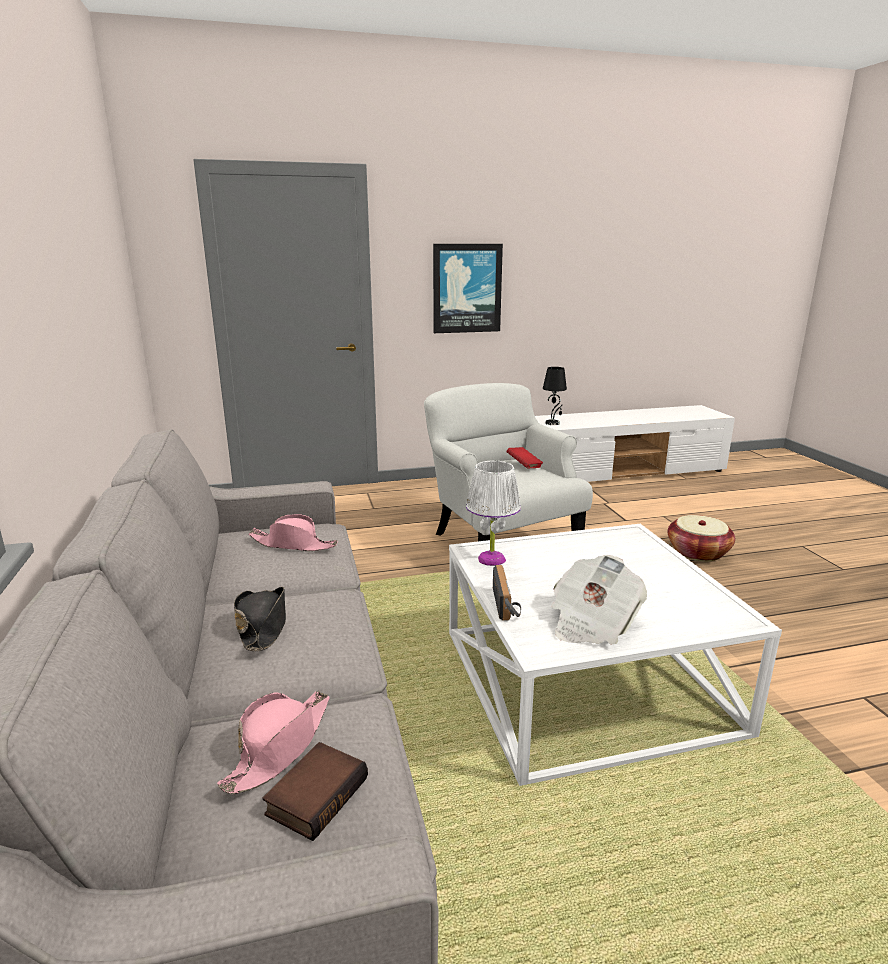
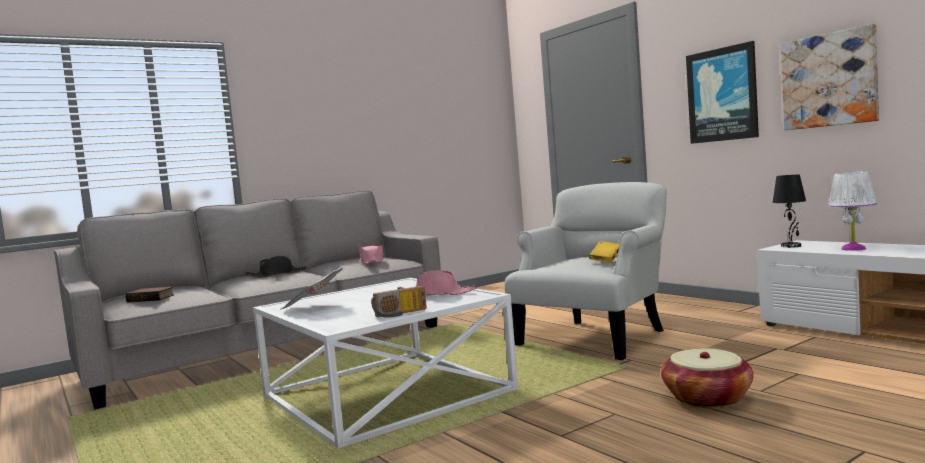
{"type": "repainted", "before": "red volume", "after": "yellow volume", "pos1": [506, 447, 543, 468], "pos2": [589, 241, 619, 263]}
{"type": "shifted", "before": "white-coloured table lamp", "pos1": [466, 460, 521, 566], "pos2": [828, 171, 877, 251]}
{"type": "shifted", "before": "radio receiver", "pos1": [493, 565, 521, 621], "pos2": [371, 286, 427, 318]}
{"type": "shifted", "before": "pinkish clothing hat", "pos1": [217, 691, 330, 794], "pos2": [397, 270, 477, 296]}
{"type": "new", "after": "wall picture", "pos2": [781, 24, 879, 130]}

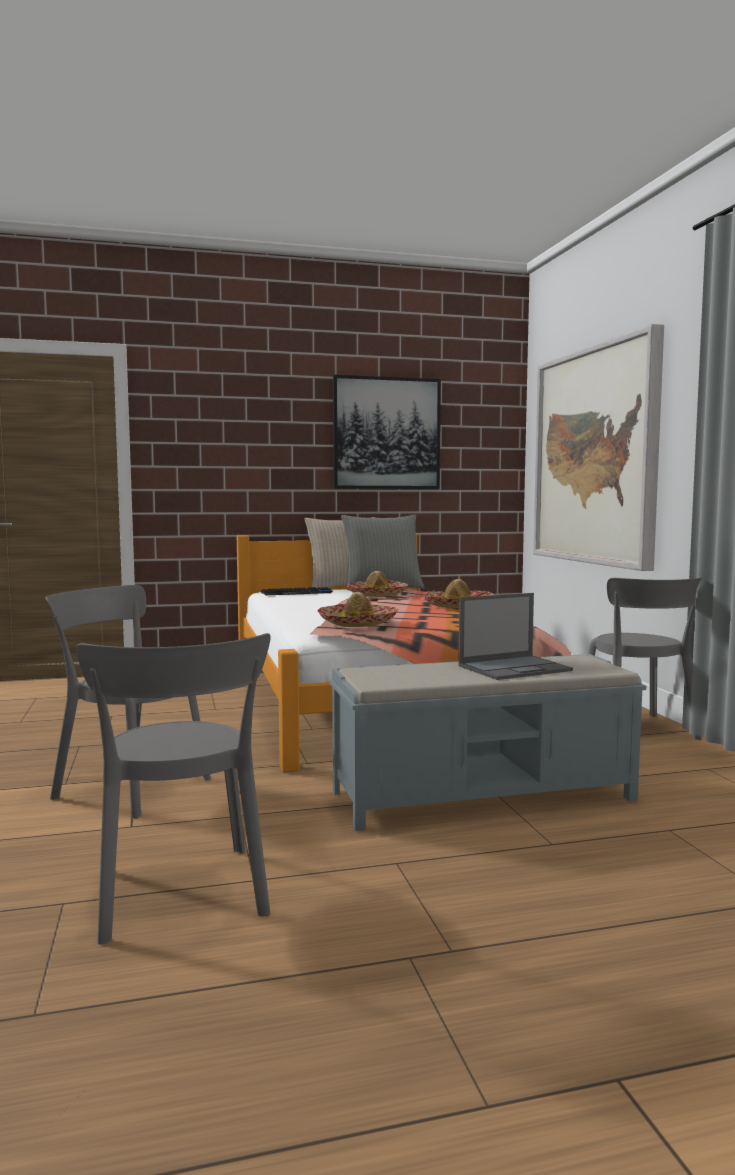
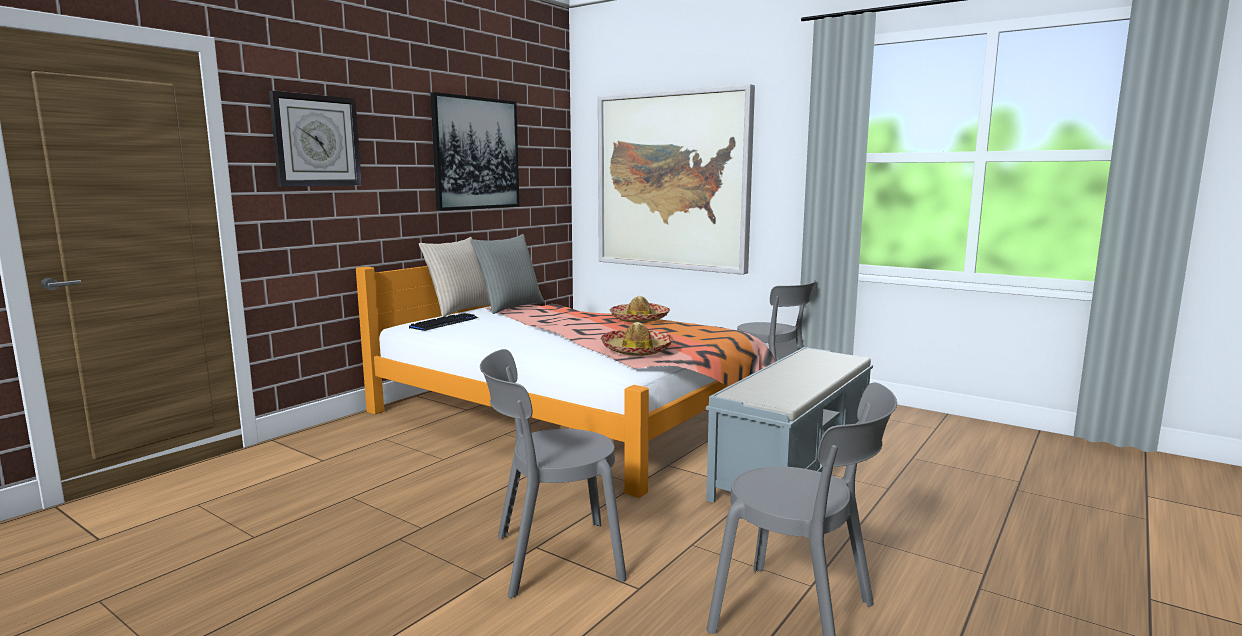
{"type": "gone", "before": "clothing hat", "pos1": [346, 571, 408, 597]}
{"type": "gone", "before": "laptop", "pos1": [458, 593, 573, 680]}
{"type": "new", "after": "clock on the wall", "pos2": [269, 90, 362, 187]}

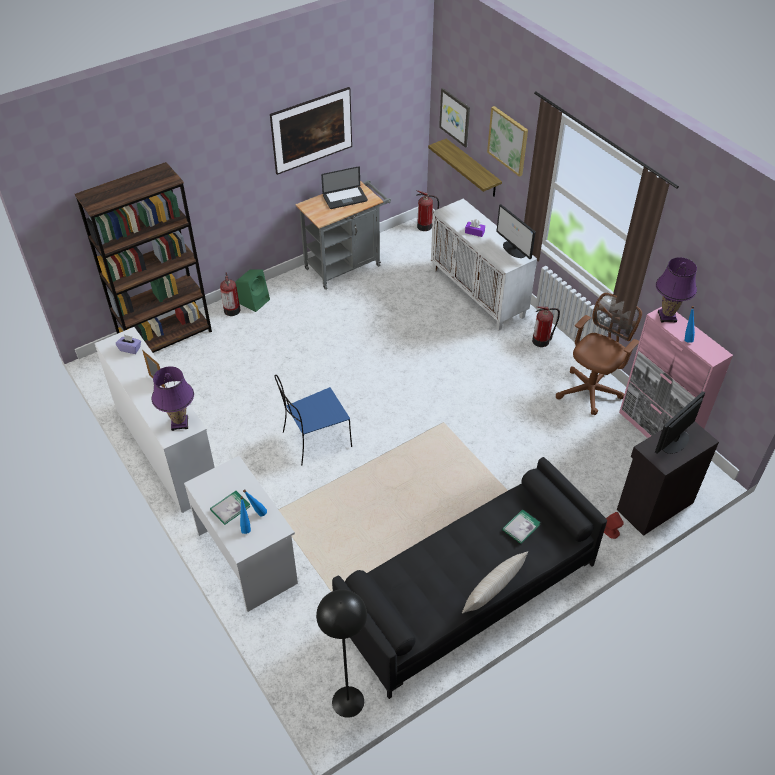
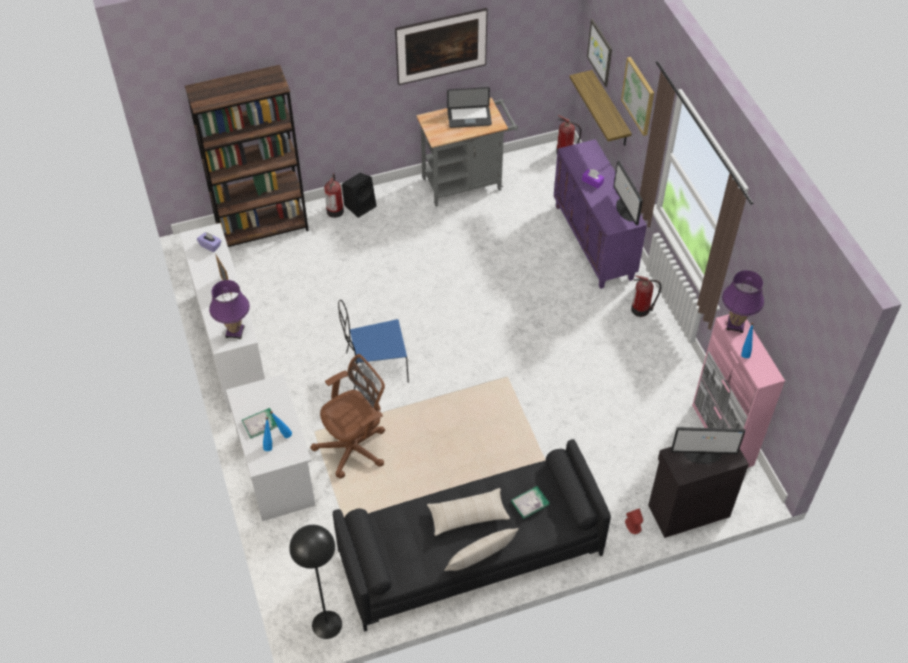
{"type": "repainted", "before": "white-coloured cabinet", "after": "purplish cabinet", "pos1": [431, 198, 537, 331], "pos2": [554, 139, 647, 289]}
{"type": "repainted", "before": "green speaker", "after": "blackish speaker", "pos1": [235, 269, 270, 312], "pos2": [342, 173, 376, 218]}
{"type": "shifted", "before": "brown desk chair", "pos1": [556, 293, 642, 415], "pos2": [310, 354, 385, 479]}
{"type": "rotated", "before": "computer display", "pos1": [655, 391, 705, 454], "pos2": [671, 427, 745, 464], "turn": -150}
{"type": "new", "after": "beige-coloured pillow", "pos2": [427, 488, 510, 536]}

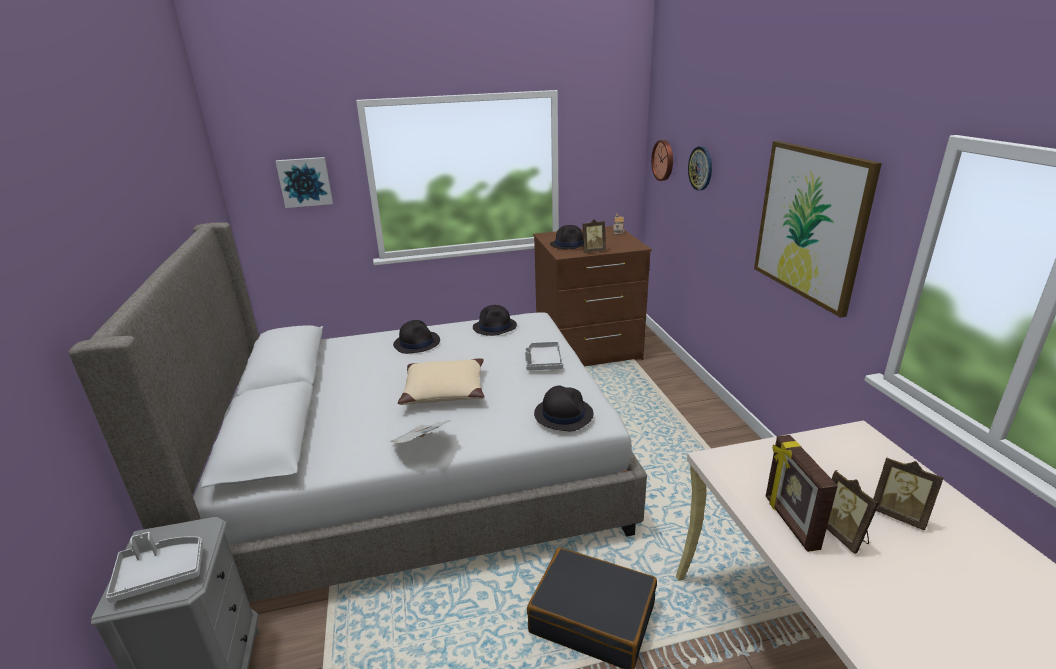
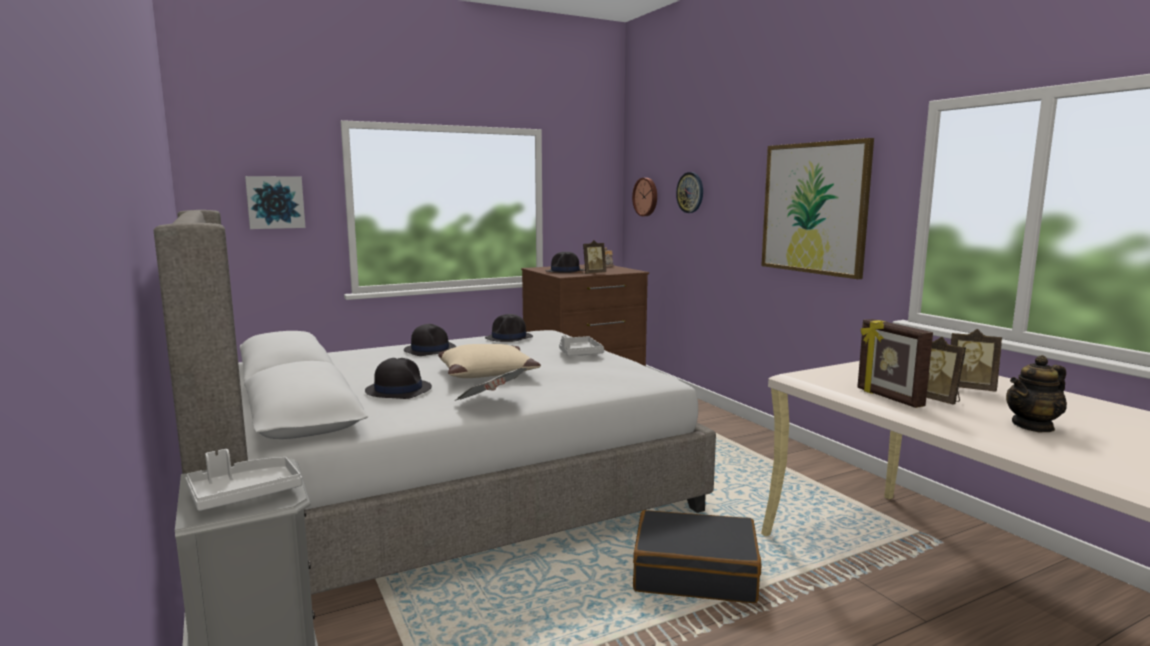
{"type": "shifted", "before": "blackish clothing hat", "pos1": [534, 386, 594, 431], "pos2": [365, 358, 432, 399]}
{"type": "new", "after": "pot for tea", "pos2": [1006, 355, 1067, 432]}

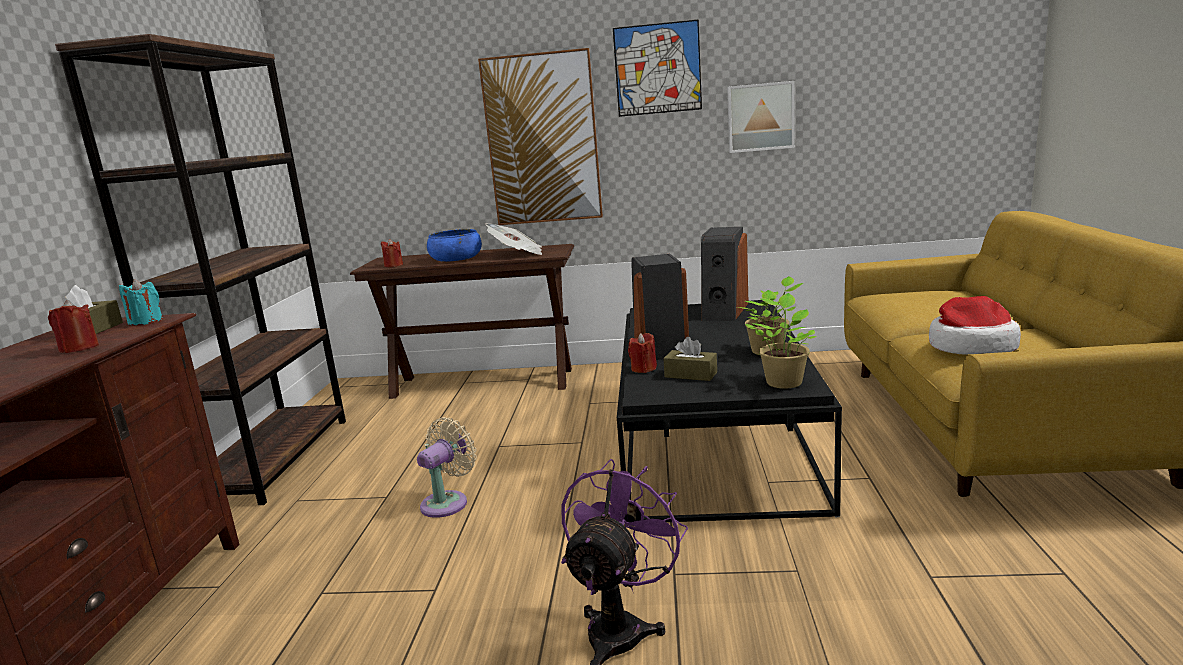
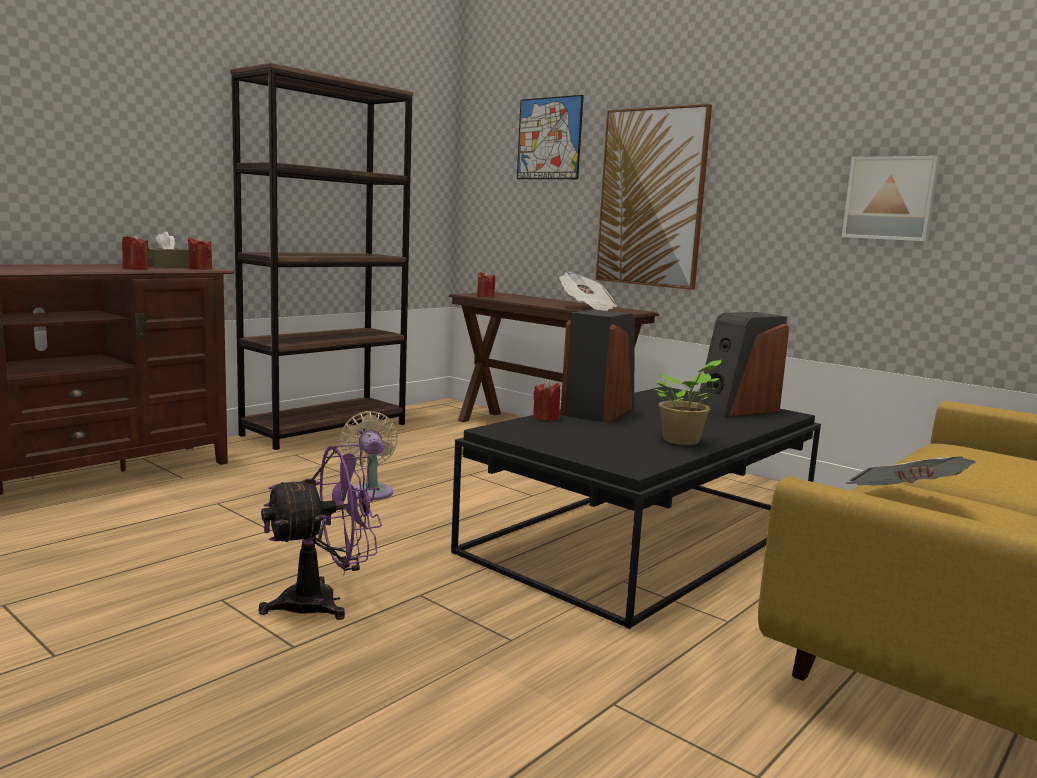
{"type": "shifted", "before": "wall picture", "pos1": [613, 19, 702, 117], "pos2": [517, 95, 584, 179]}
{"type": "gone", "before": "blue-coloured bowl", "pos1": [427, 229, 482, 262]}
{"type": "repainted", "before": "blue-green wax candle", "after": "red wax candle", "pos1": [119, 279, 163, 325], "pos2": [188, 235, 212, 269]}
{"type": "gone", "before": "houseplant", "pos1": [745, 293, 817, 389]}
{"type": "swapped", "before": "clothing hat", "after": "daily paper", "pos1": [929, 296, 1021, 355], "pos2": [846, 457, 976, 486]}
{"type": "gone", "before": "brown tissue holder", "pos1": [663, 337, 717, 381]}
{"type": "rotated", "before": "beige-coloured cooling fan", "pos1": [417, 417, 477, 518], "pos2": [340, 411, 398, 500], "turn": -90}

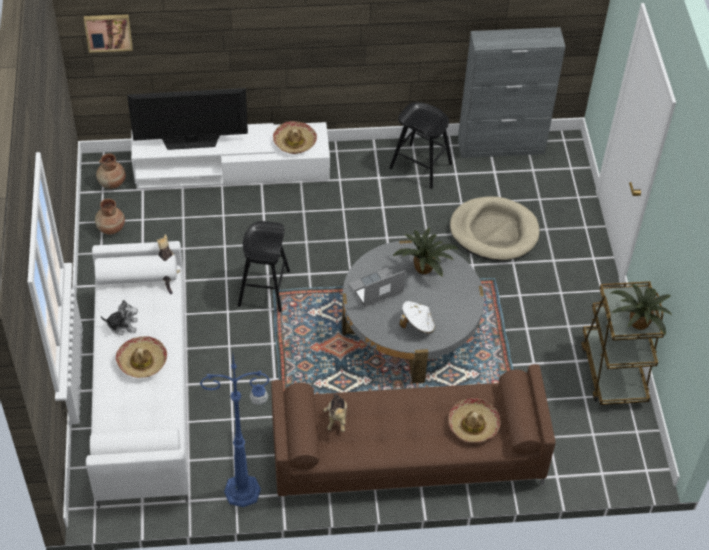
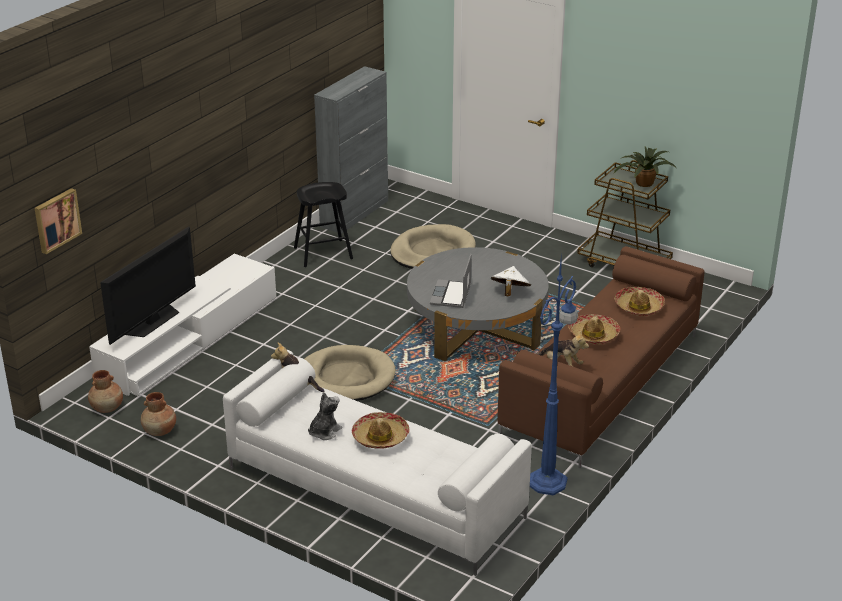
{"type": "shifted", "before": "clothing hat", "pos1": [273, 121, 317, 154], "pos2": [568, 314, 620, 344]}
{"type": "swapped", "before": "blackish stool seat", "after": "beige-coloured dog bed", "pos1": [238, 221, 290, 312], "pos2": [305, 345, 396, 401]}
{"type": "gone", "before": "houseplant", "pos1": [393, 228, 458, 277]}

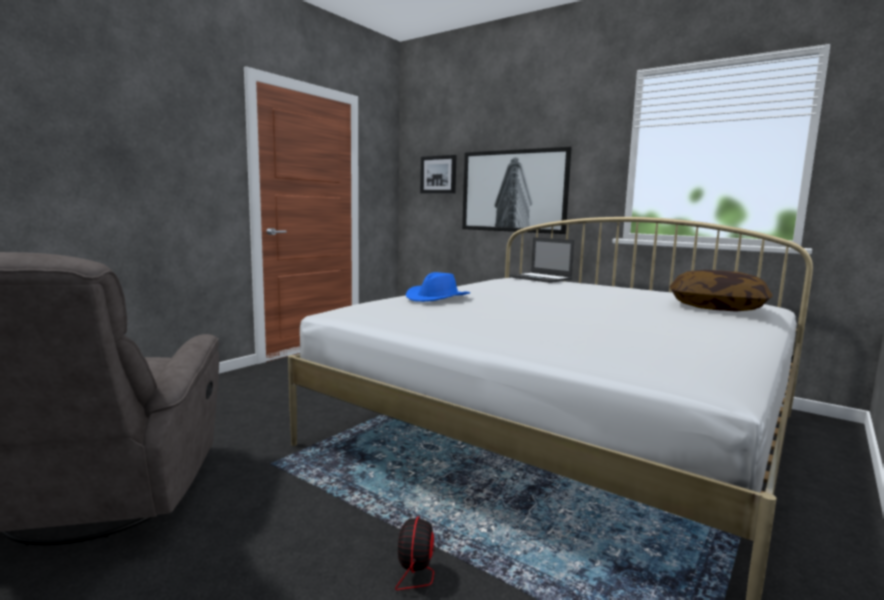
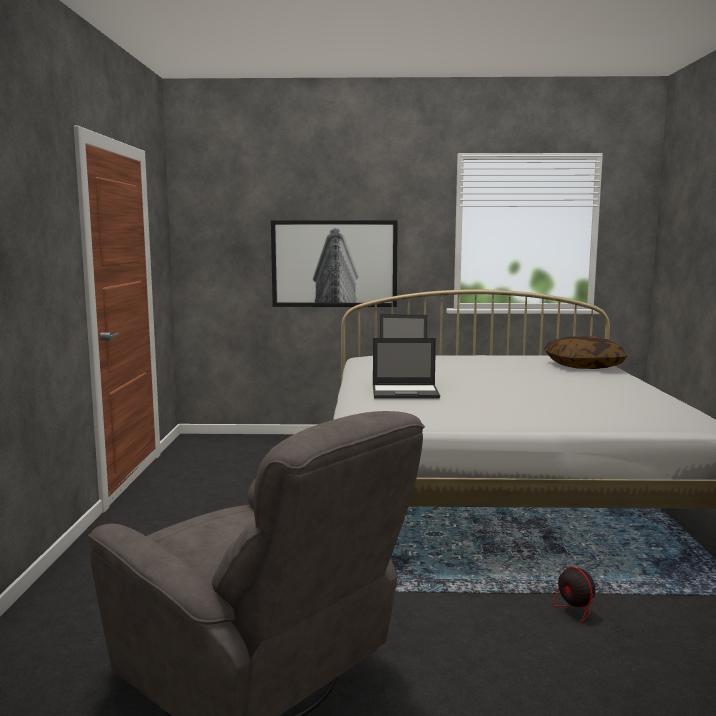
{"type": "gone", "before": "wall picture", "pos1": [420, 155, 456, 193]}
{"type": "swapped", "before": "blue-coloured clothing hat", "after": "laptop", "pos1": [406, 272, 470, 302], "pos2": [373, 338, 440, 399]}

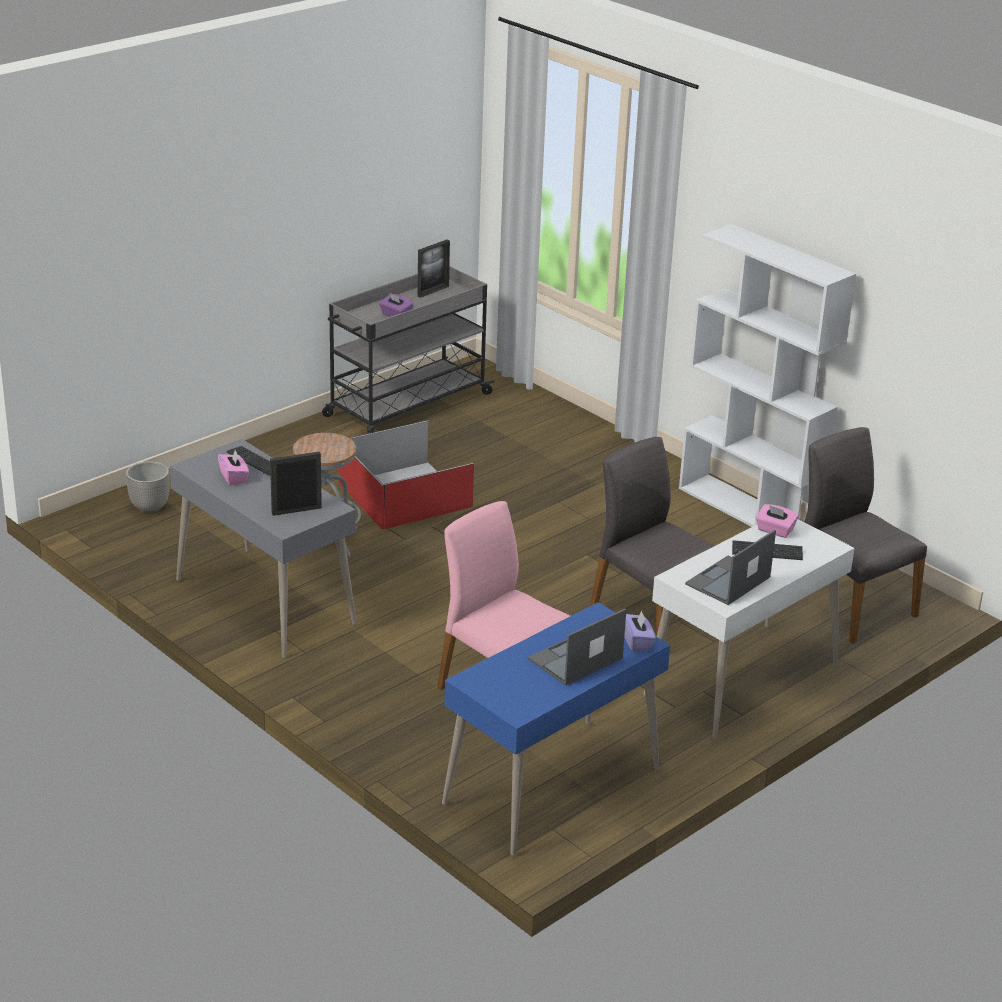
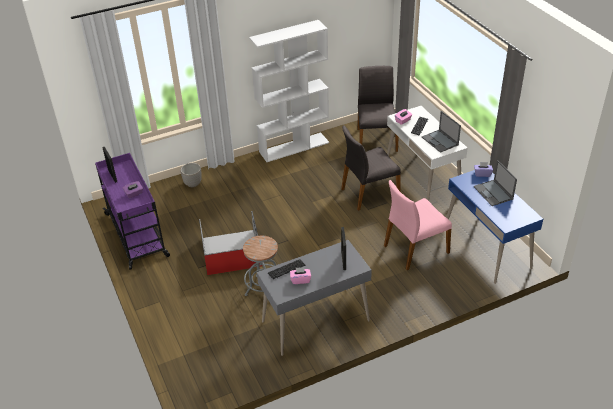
{"type": "repainted", "before": "greyish cart", "after": "purplish cart", "pos1": [322, 266, 495, 434], "pos2": [95, 153, 170, 270]}
{"type": "rotated", "before": "greyish upright chair", "pos1": [805, 427, 927, 644], "pos2": [357, 66, 398, 152], "turn": 105}
{"type": "shifted", "before": "flower pot", "pos1": [126, 461, 170, 513], "pos2": [180, 163, 202, 187]}

